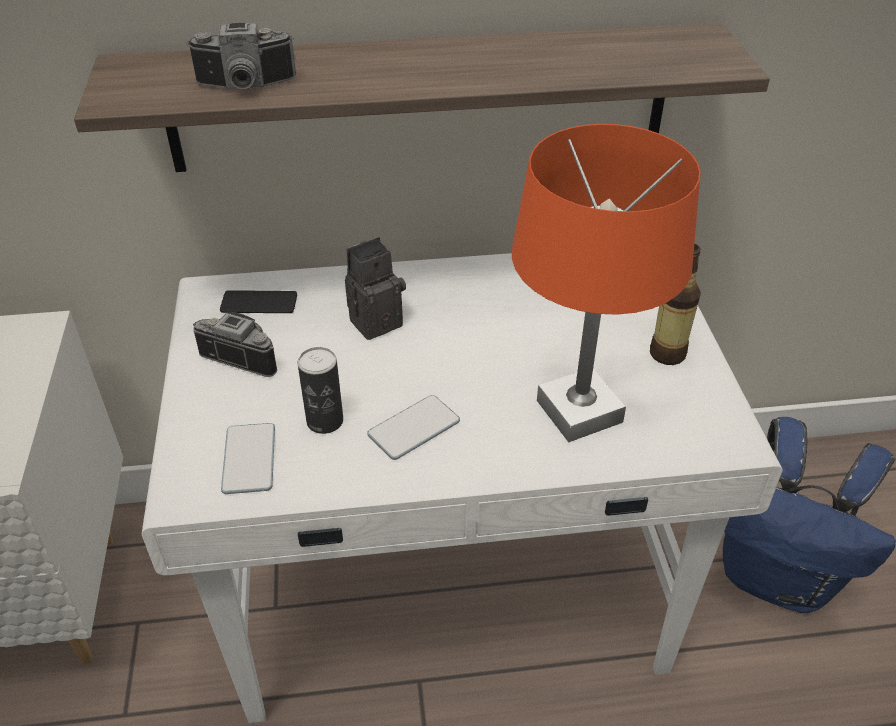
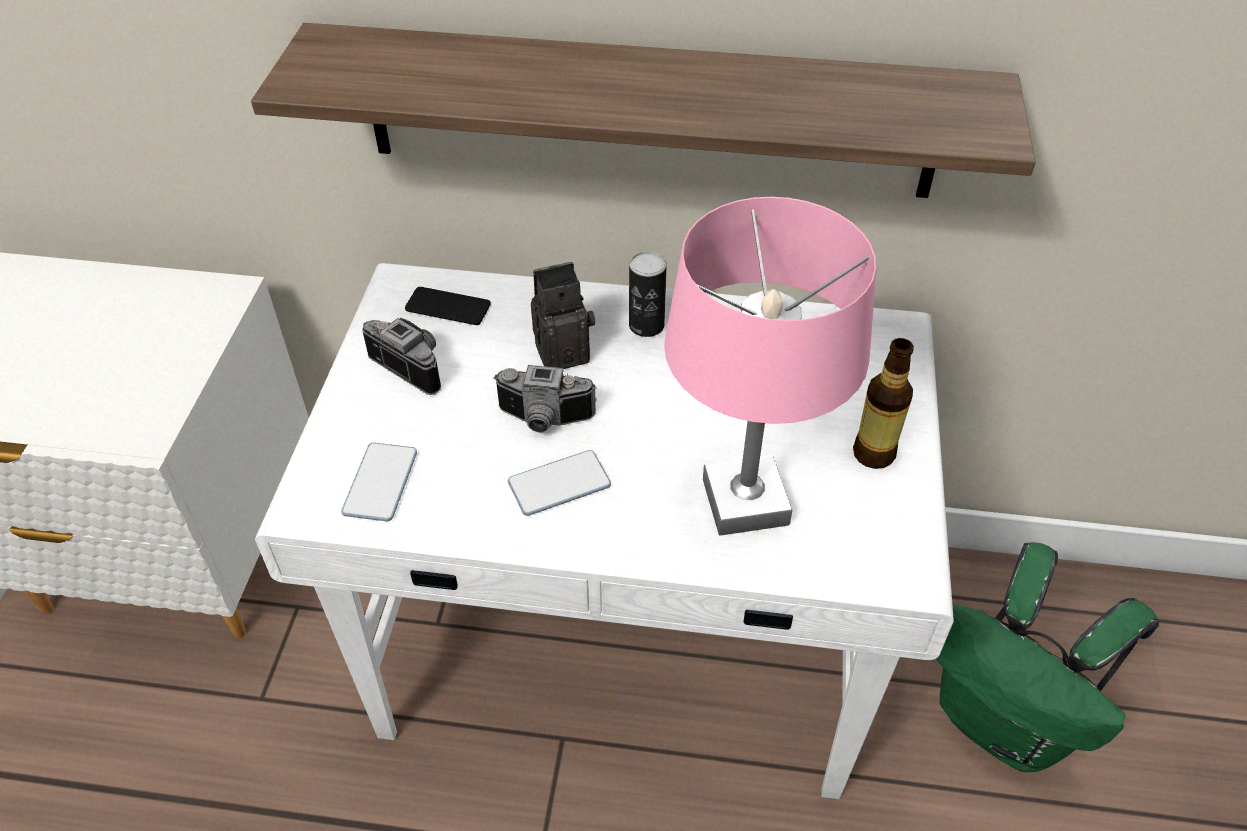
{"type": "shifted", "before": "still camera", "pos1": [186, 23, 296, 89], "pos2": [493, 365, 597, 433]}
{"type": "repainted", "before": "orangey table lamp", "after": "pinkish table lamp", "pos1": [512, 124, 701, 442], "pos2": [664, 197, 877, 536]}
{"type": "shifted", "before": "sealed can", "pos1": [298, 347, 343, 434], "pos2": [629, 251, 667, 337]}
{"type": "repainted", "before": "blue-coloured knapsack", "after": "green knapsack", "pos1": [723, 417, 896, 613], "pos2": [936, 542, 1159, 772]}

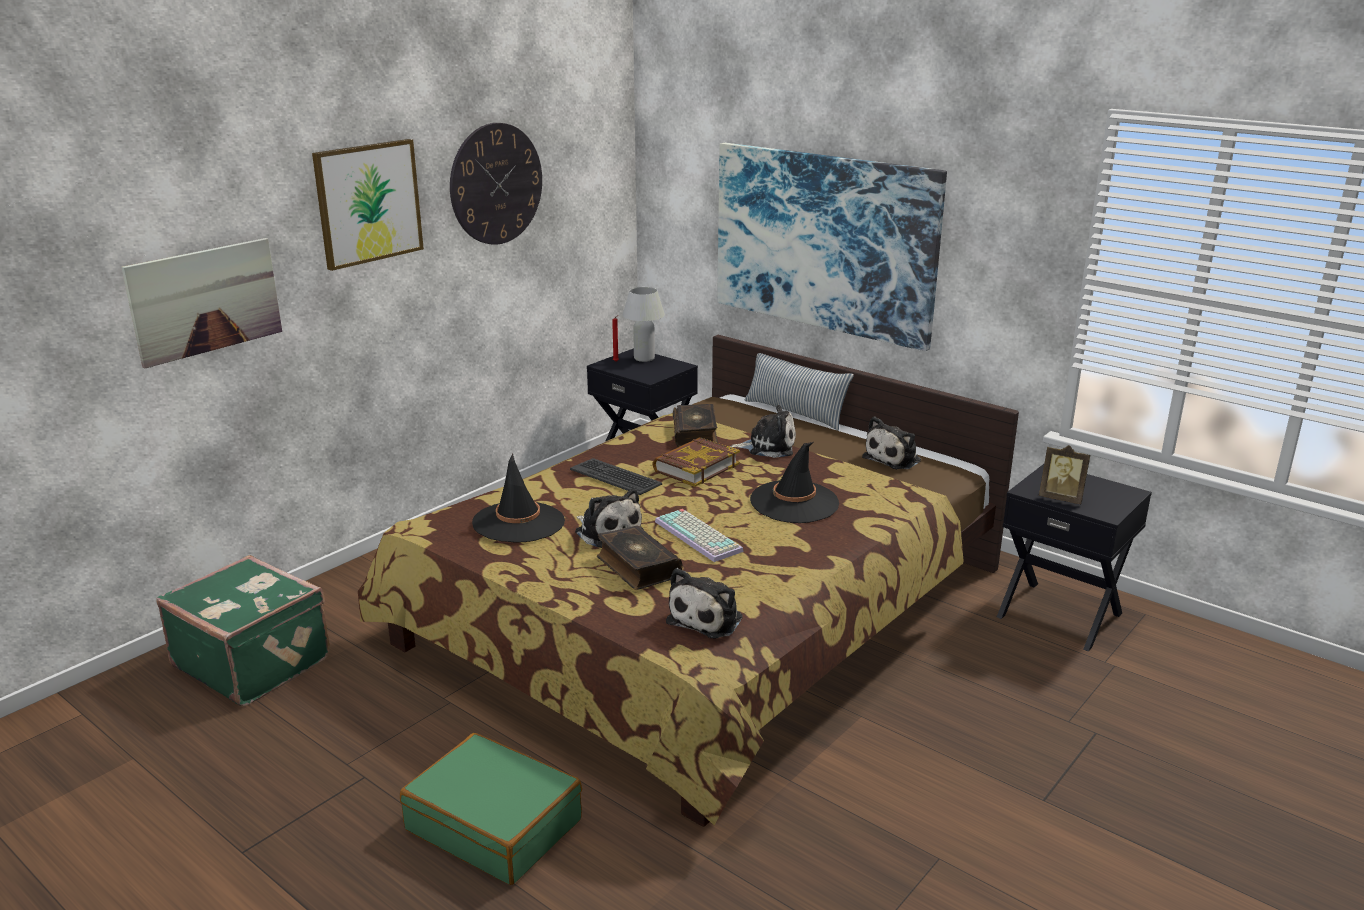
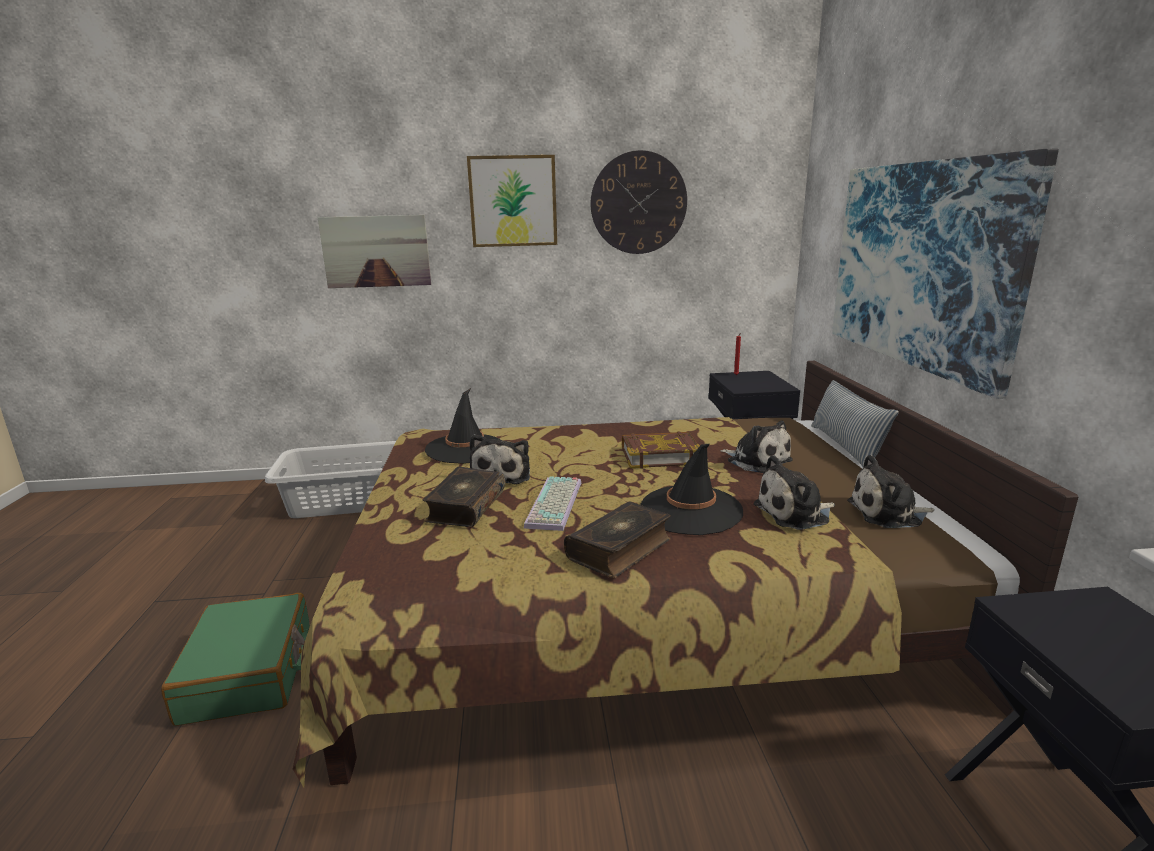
{"type": "gone", "before": "white-coloured table lamp", "pos1": [623, 287, 665, 362]}
{"type": "shifted", "before": "volume", "pos1": [673, 404, 718, 447], "pos2": [564, 501, 671, 578]}
{"type": "gone", "before": "standing frame", "pos1": [1039, 445, 1090, 504]}
{"type": "gone", "before": "keyboard", "pos1": [570, 458, 662, 495]}
{"type": "swapped", "before": "green suitcase", "after": "greyish laundry basket", "pos1": [156, 555, 330, 706], "pos2": [265, 441, 396, 518]}
{"type": "shifted", "before": "plush toy", "pos1": [666, 568, 743, 639], "pos2": [753, 455, 835, 530]}

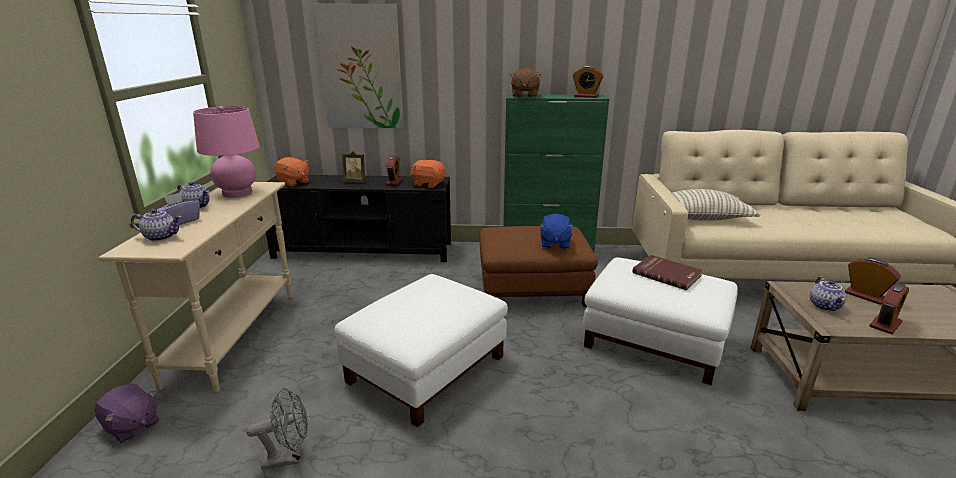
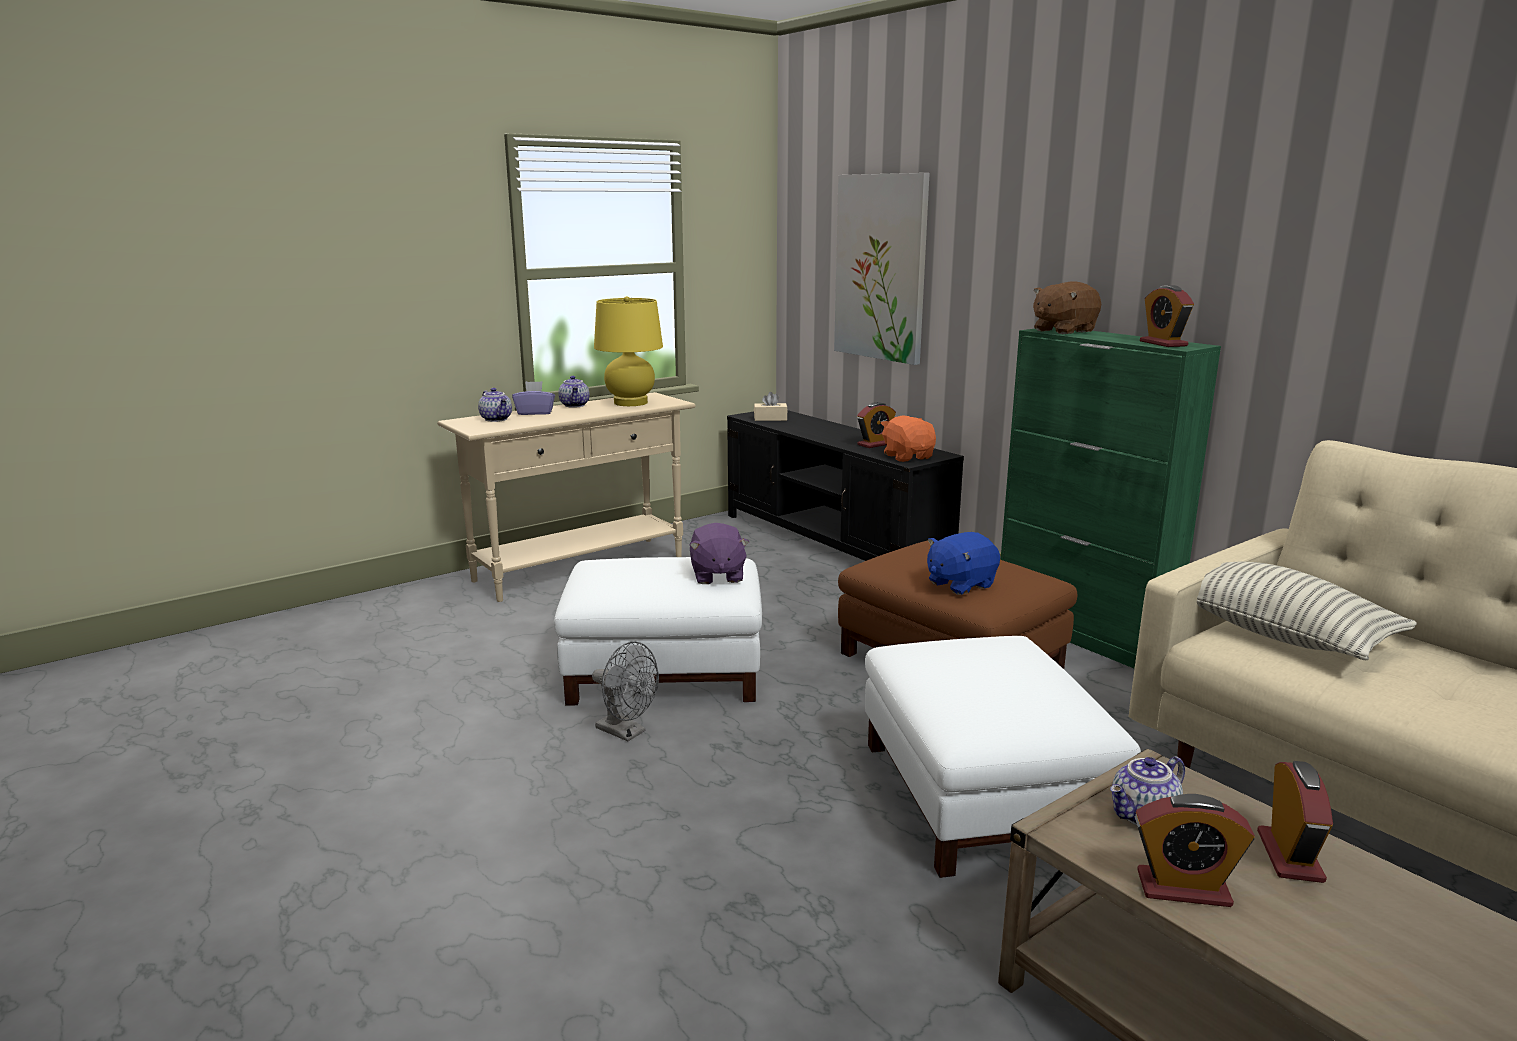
{"type": "repainted", "before": "pinkish table lamp", "after": "yellow table lamp", "pos1": [193, 106, 260, 198], "pos2": [594, 296, 663, 406]}
{"type": "gone", "before": "standing frame", "pos1": [342, 151, 366, 182]}
{"type": "swapped", "before": "orangey plush toy", "after": "beige-coloured tissue holder", "pos1": [274, 157, 309, 186], "pos2": [754, 392, 788, 421]}
{"type": "gone", "before": "red volume", "pos1": [632, 255, 703, 290]}
{"type": "shifted", "before": "purplish plush toy", "pos1": [95, 383, 159, 443], "pos2": [689, 523, 749, 584]}
{"type": "shifted", "before": "greyish cooling fan", "pos1": [246, 388, 308, 470], "pos2": [592, 642, 659, 742]}

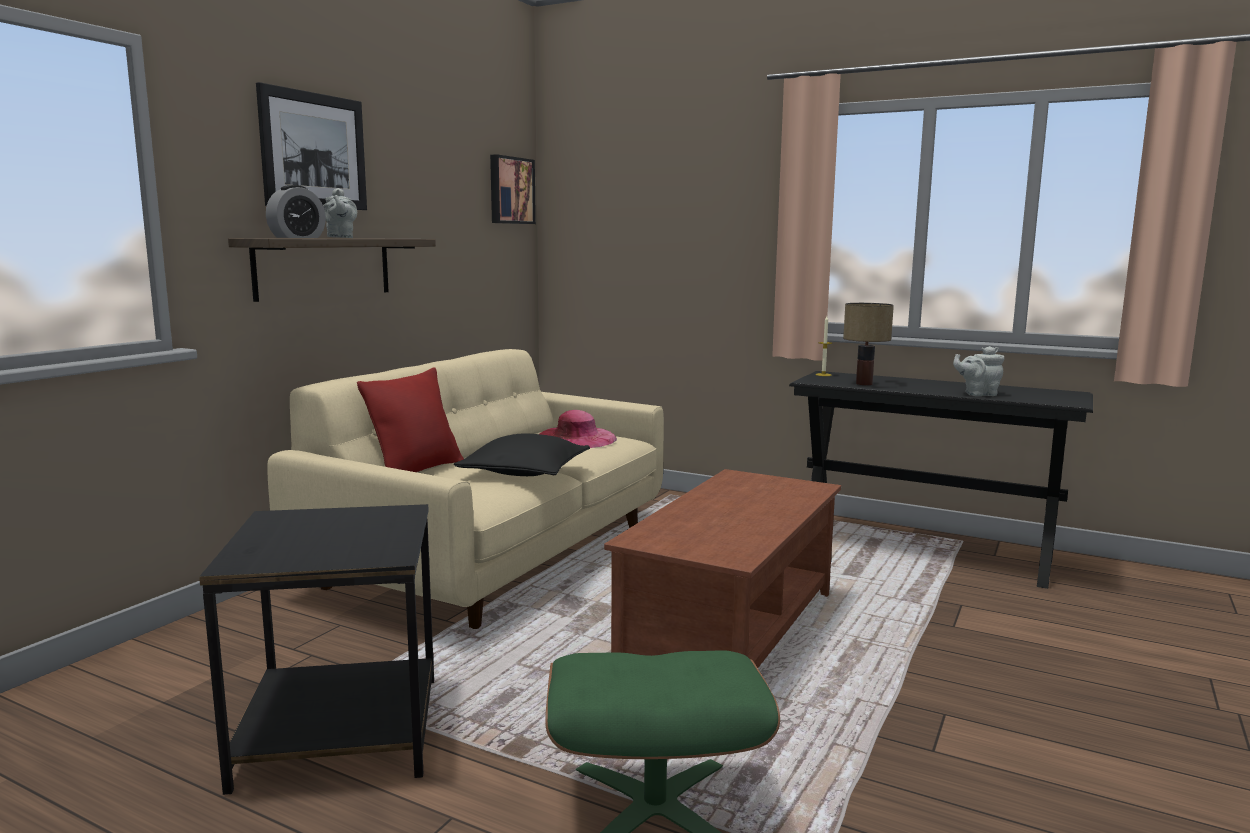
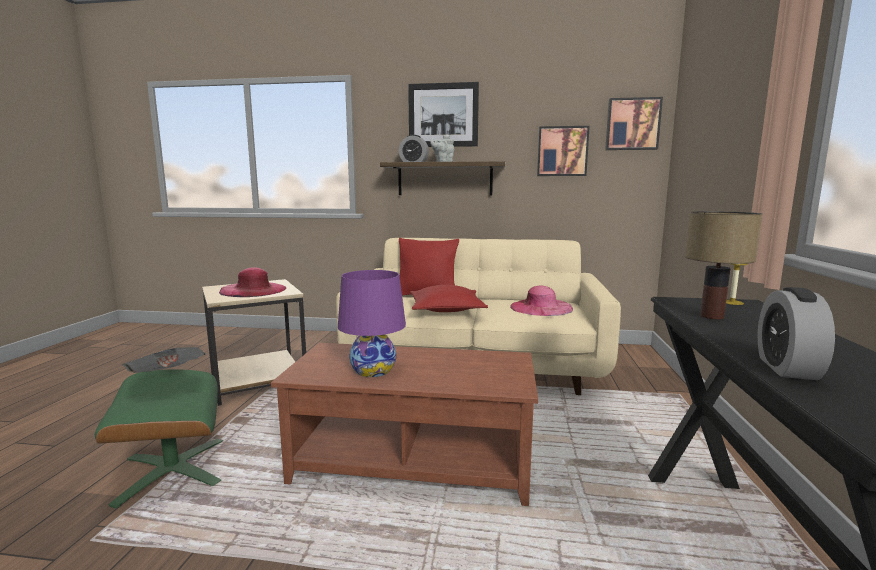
{"type": "swapped", "before": "greyish pot for tea", "after": "alarm clock", "pos1": [953, 346, 1004, 396], "pos2": [758, 287, 835, 380]}
{"type": "repainted", "before": "blackish pillow", "after": "red pillow", "pos1": [454, 433, 590, 476], "pos2": [410, 285, 488, 312]}
{"type": "repainted", "before": "blackish end table", "after": "beige-coloured end table", "pos1": [199, 504, 434, 795], "pos2": [202, 279, 306, 406]}
{"type": "new", "after": "wall picture", "pos2": [537, 126, 590, 176]}
{"type": "new", "after": "pinkish clothing hat", "pos2": [219, 267, 286, 297]}
{"type": "new", "after": "purplish table lamp", "pos2": [338, 270, 406, 377]}
{"type": "new", "after": "daily paper", "pos2": [122, 347, 206, 373]}

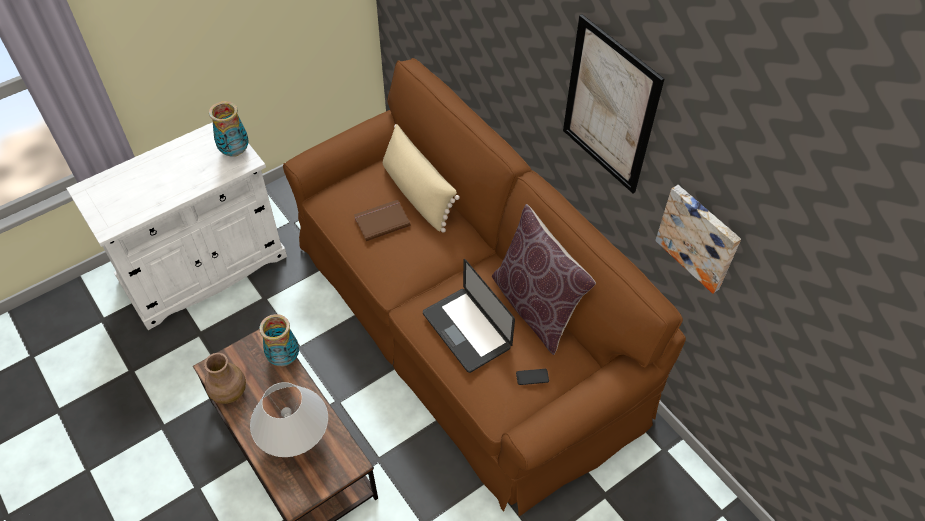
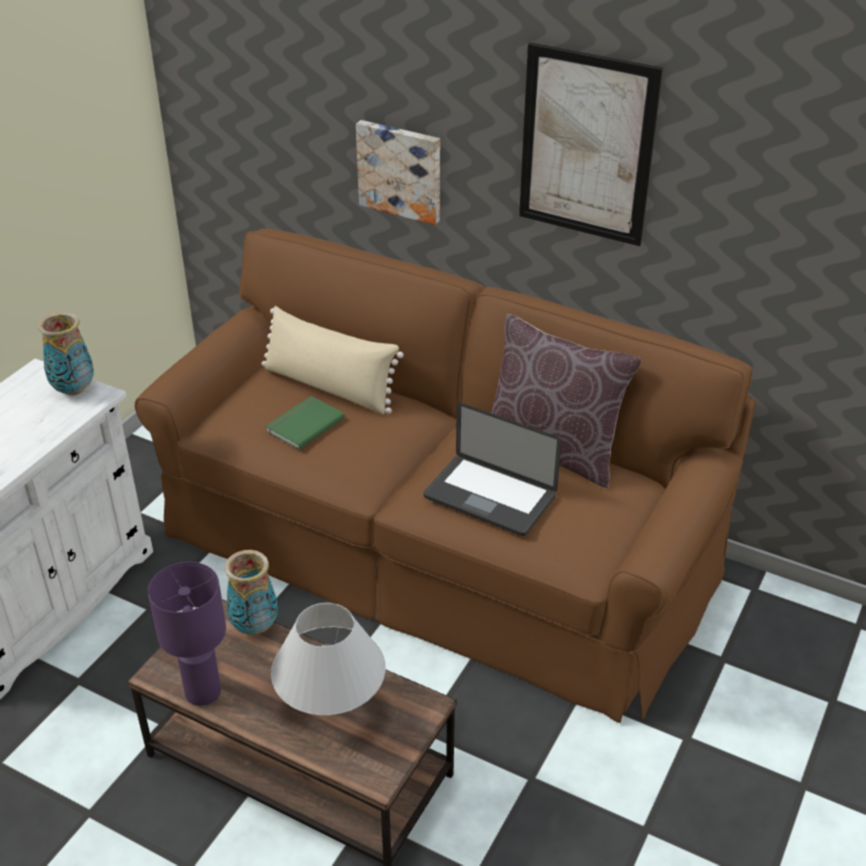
{"type": "shifted", "before": "wall picture", "pos1": [655, 185, 741, 294], "pos2": [356, 120, 440, 225]}
{"type": "repainted", "before": "brown volume", "after": "green volume", "pos1": [354, 200, 411, 241], "pos2": [265, 396, 345, 450]}
{"type": "swapped", "before": "brown flower vase", "after": "purplish table lamp", "pos1": [204, 353, 246, 404], "pos2": [148, 562, 226, 706]}
{"type": "gone", "before": "handset", "pos1": [516, 369, 549, 385]}

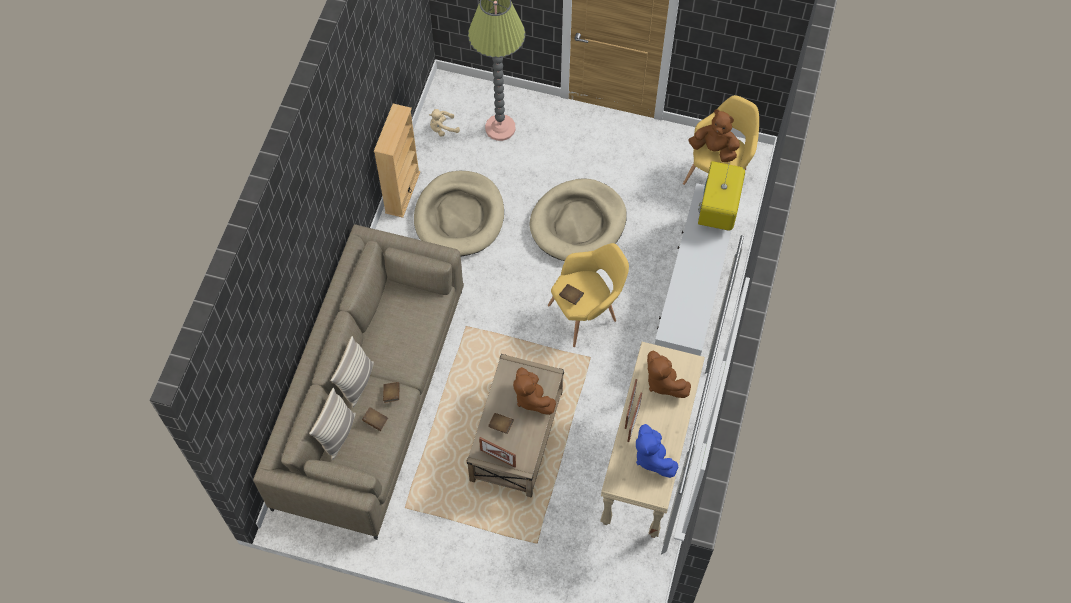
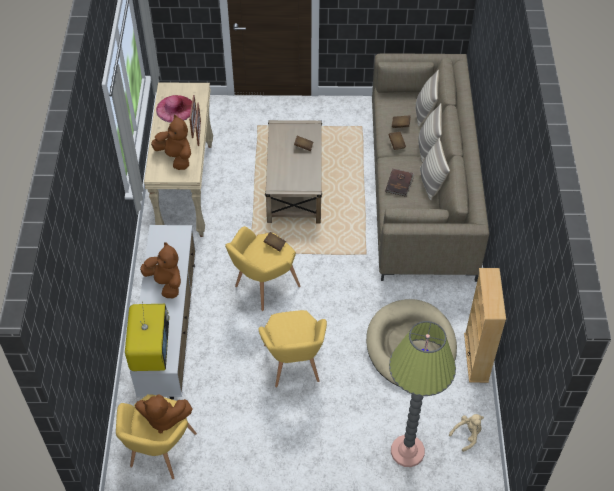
{"type": "swapped", "before": "beige-coloured dog bed", "after": "yellow lounge chair", "pos1": [530, 178, 627, 261], "pos2": [258, 310, 327, 387]}
{"type": "shifted", "before": "brown plush toy", "pos1": [513, 367, 556, 415], "pos2": [140, 242, 181, 298]}
{"type": "swapped", "before": "blue-coloured plush toy", "after": "pinkish clothing hat", "pos1": [636, 424, 678, 478], "pos2": [156, 95, 192, 123]}
{"type": "gone", "before": "standing frame", "pos1": [479, 437, 516, 467]}
{"type": "new", "after": "pillow", "pos2": [420, 138, 450, 200]}
{"type": "new", "after": "brown volume", "pos2": [385, 169, 415, 197]}

